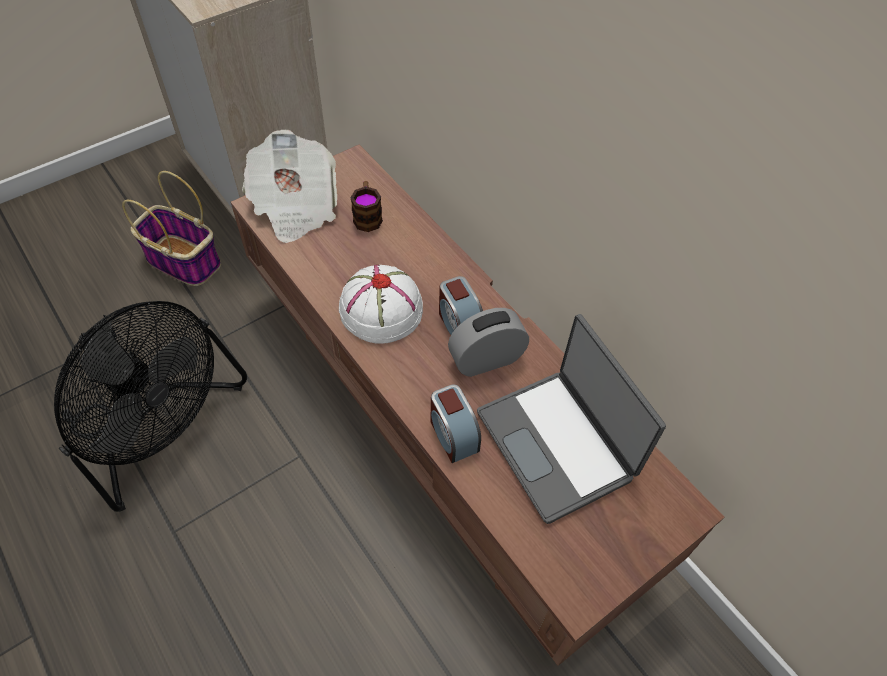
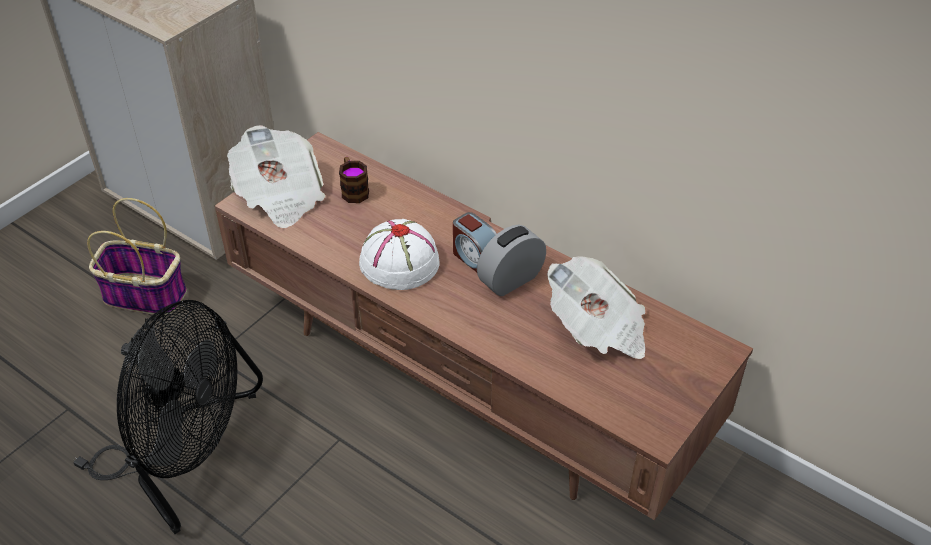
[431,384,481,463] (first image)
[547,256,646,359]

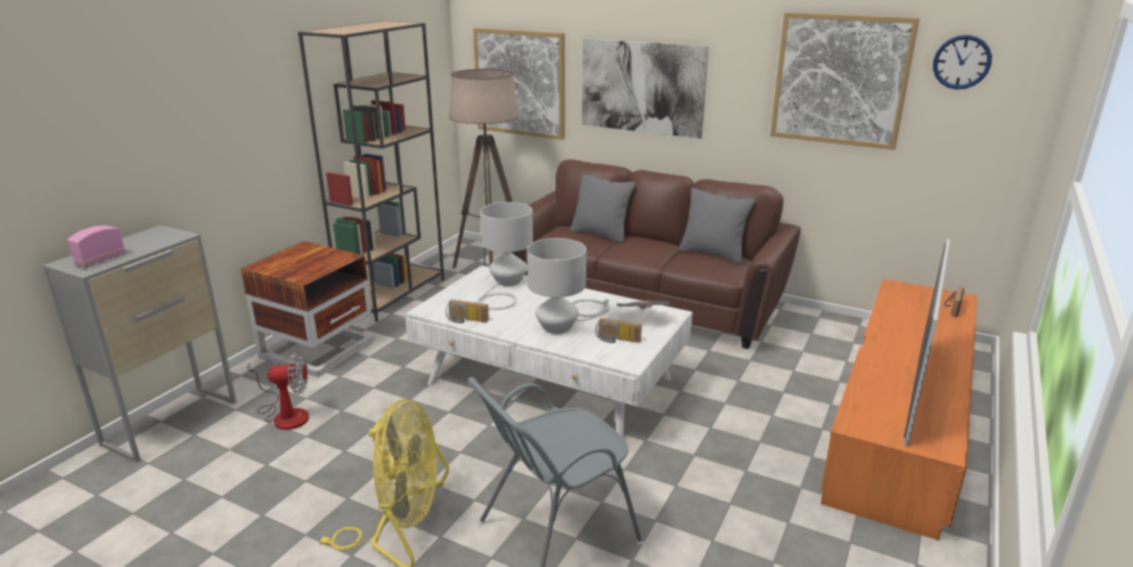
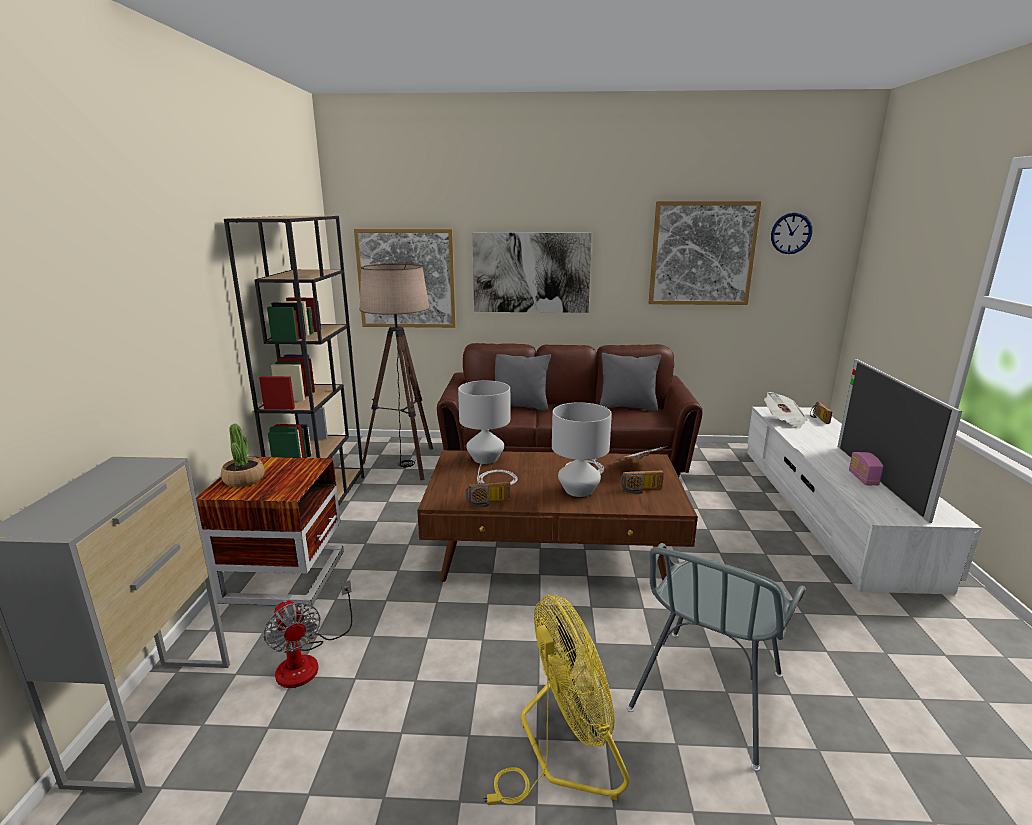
[849,452,883,486]
[264,580,352,688]
[417,450,698,582]
[747,407,982,595]
[221,424,265,487]
[764,392,807,429]

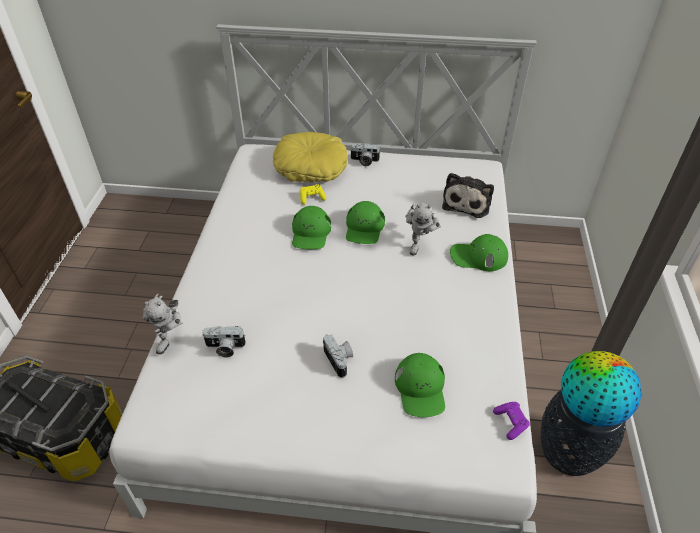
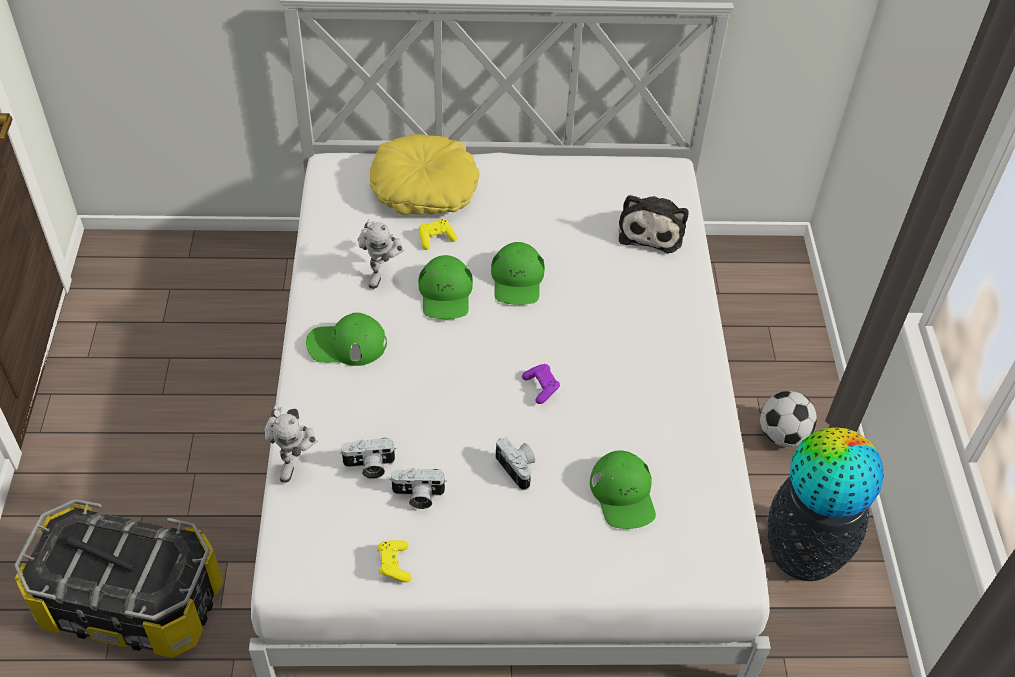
[389,468,446,509]
[358,219,404,289]
[306,313,387,366]
[522,364,560,404]
[377,540,412,583]
[760,391,817,447]

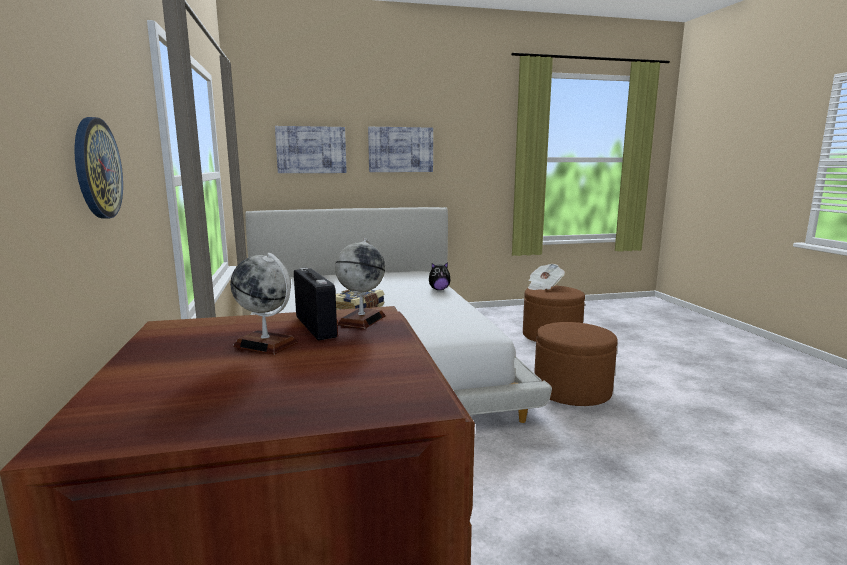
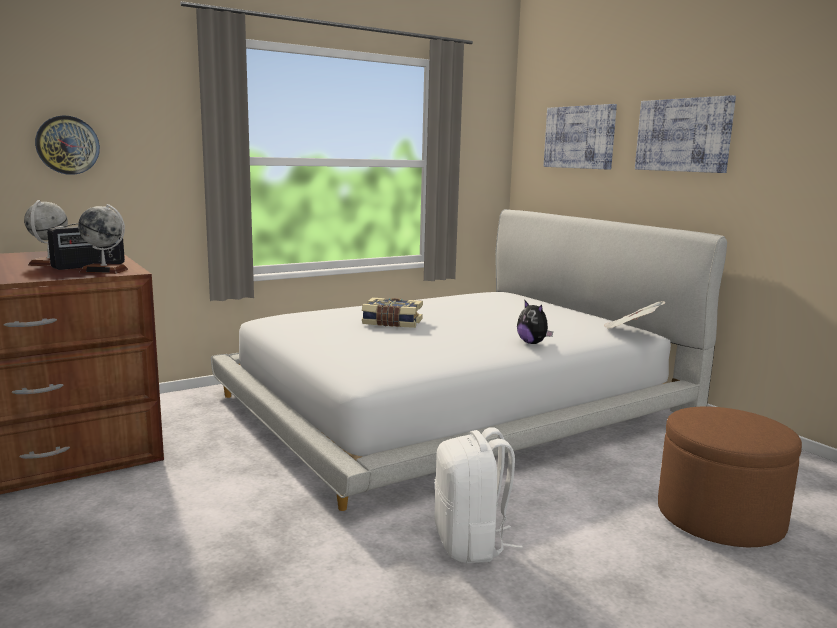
[604,301,665,329]
[434,427,523,564]

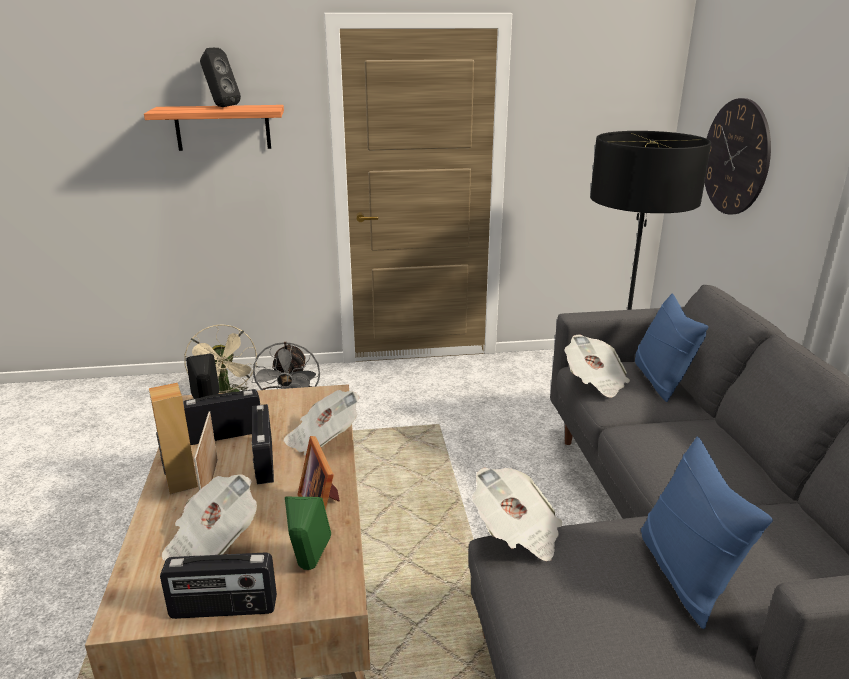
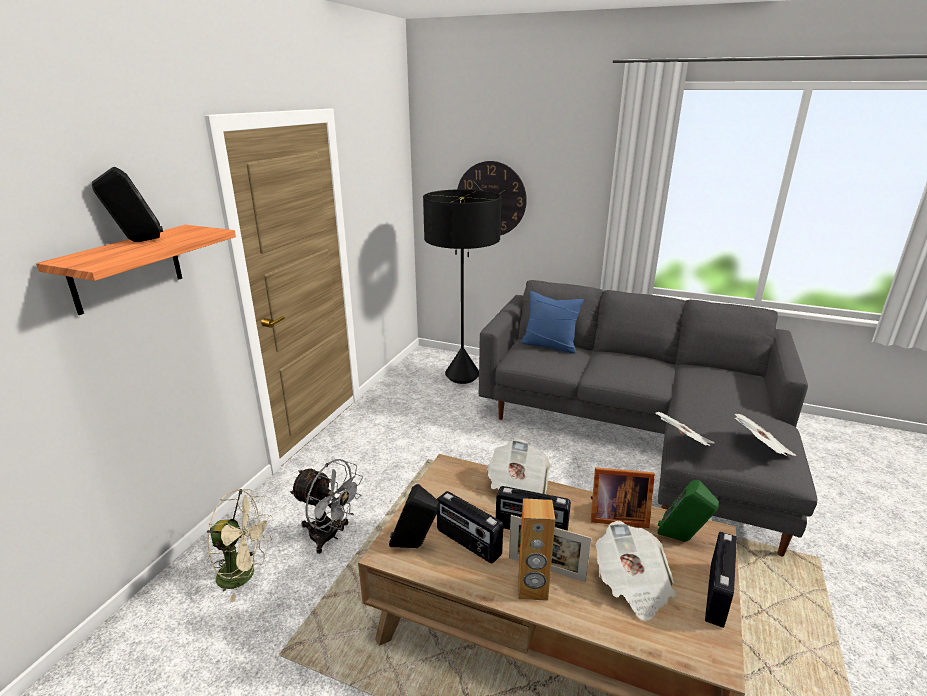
[437,491,503,564]
[734,414,796,456]
[641,437,773,629] (first image)

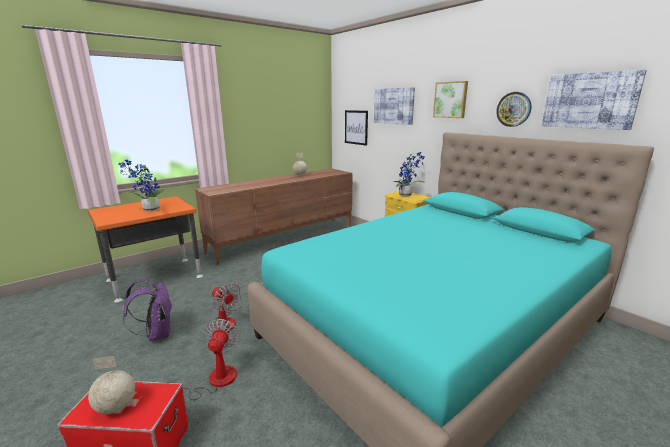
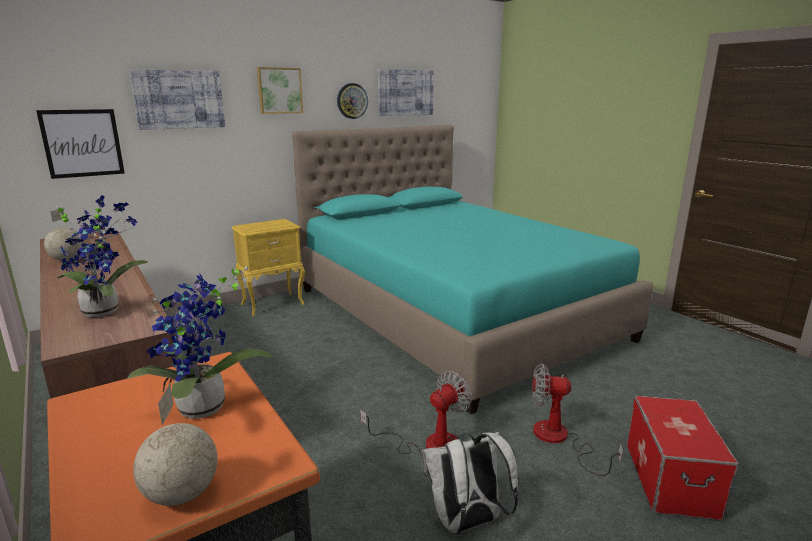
[133,384,218,506]
[421,432,518,535]
[56,195,148,317]

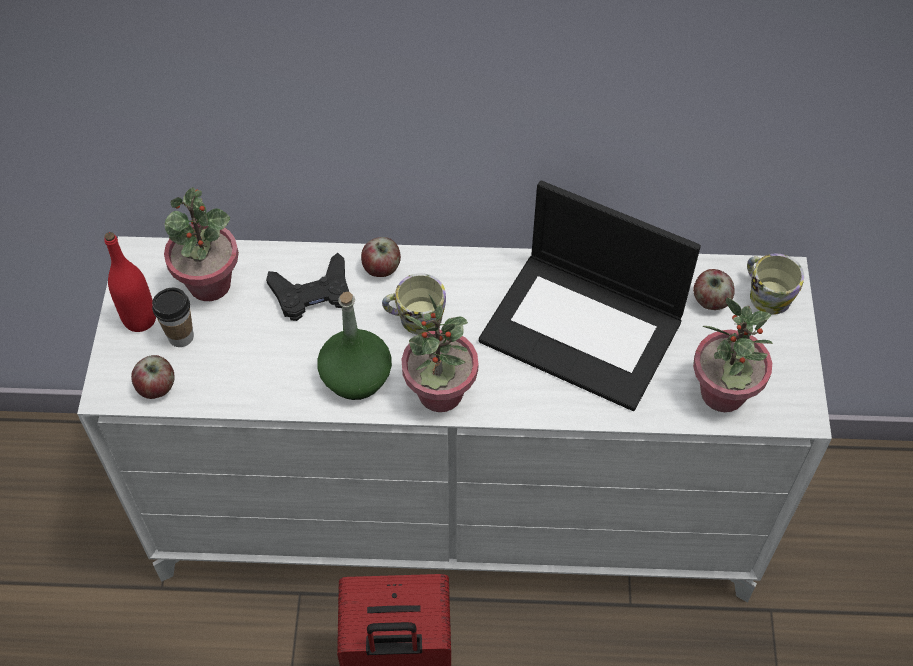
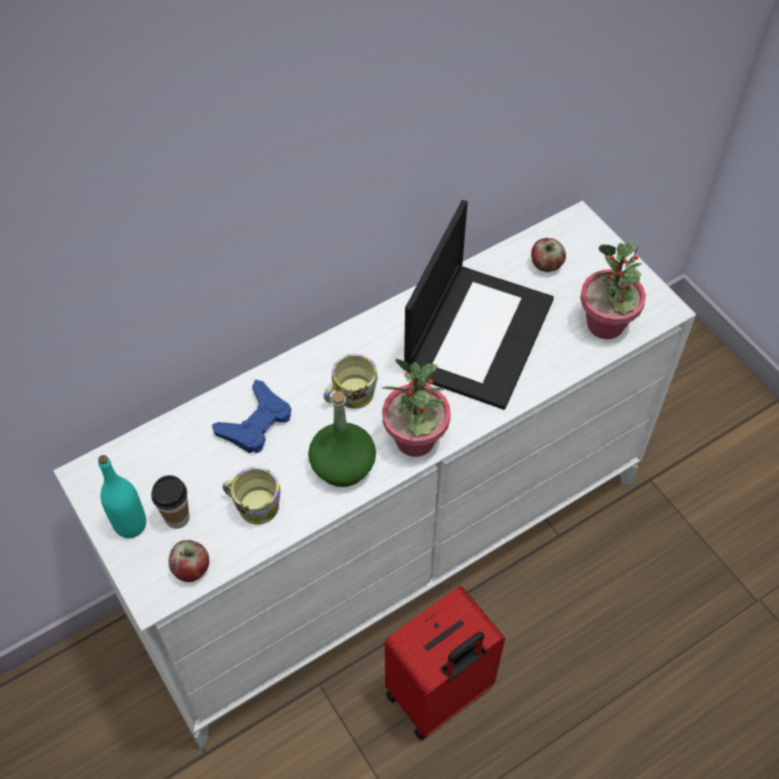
[98,455,146,538]
[164,187,239,301] (first image)
[212,380,291,453]
[361,237,401,277] (first image)
[404,200,554,410]
[222,467,280,525]

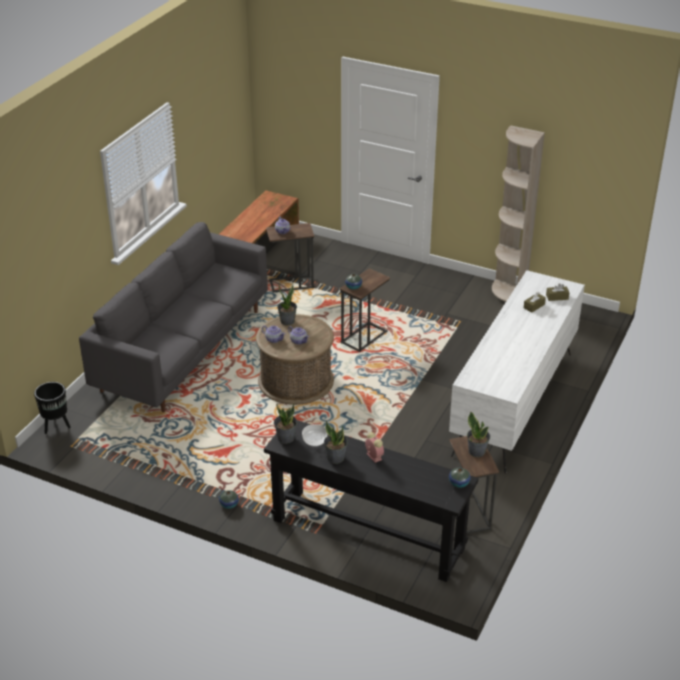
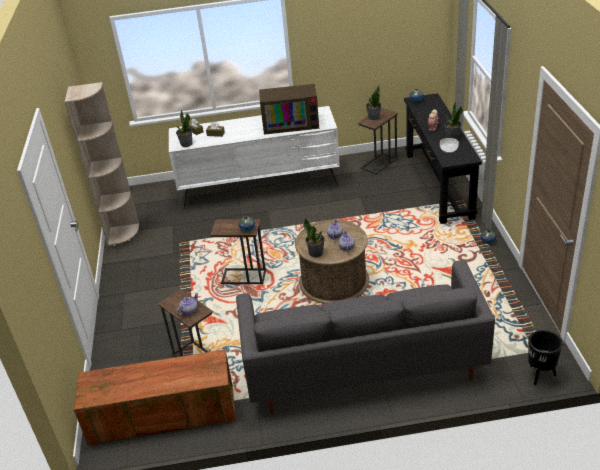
[176,110,193,147]
[259,84,319,135]

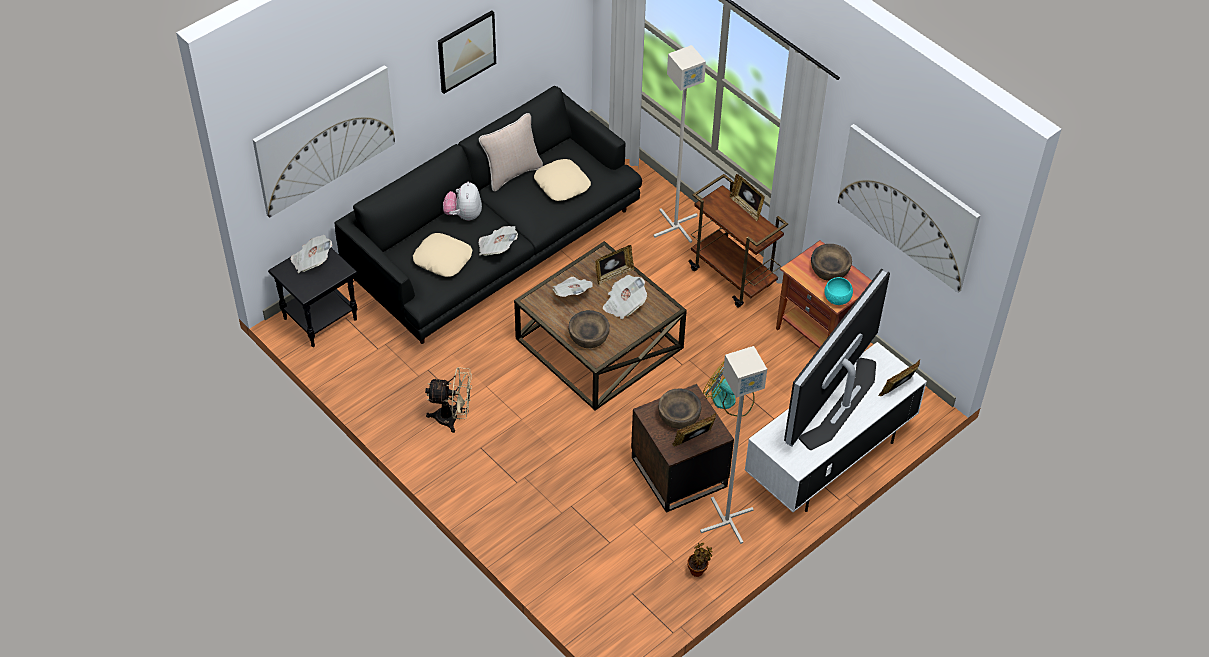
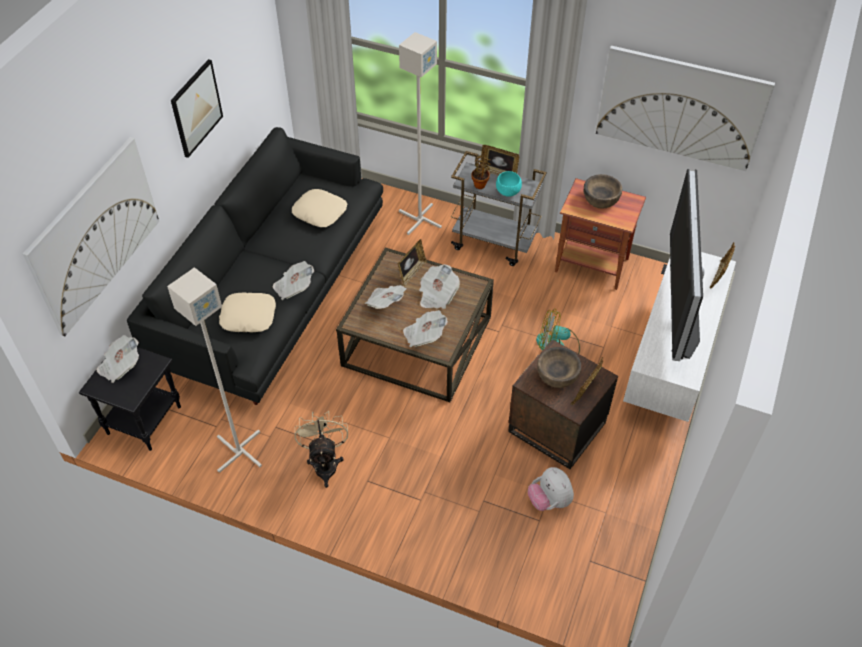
[295,411,348,488]
[528,467,574,511]
[479,113,543,191] (first image)
[403,310,448,347]
[471,156,491,189]
[451,151,547,266]
[167,267,262,473]
[496,171,522,197]

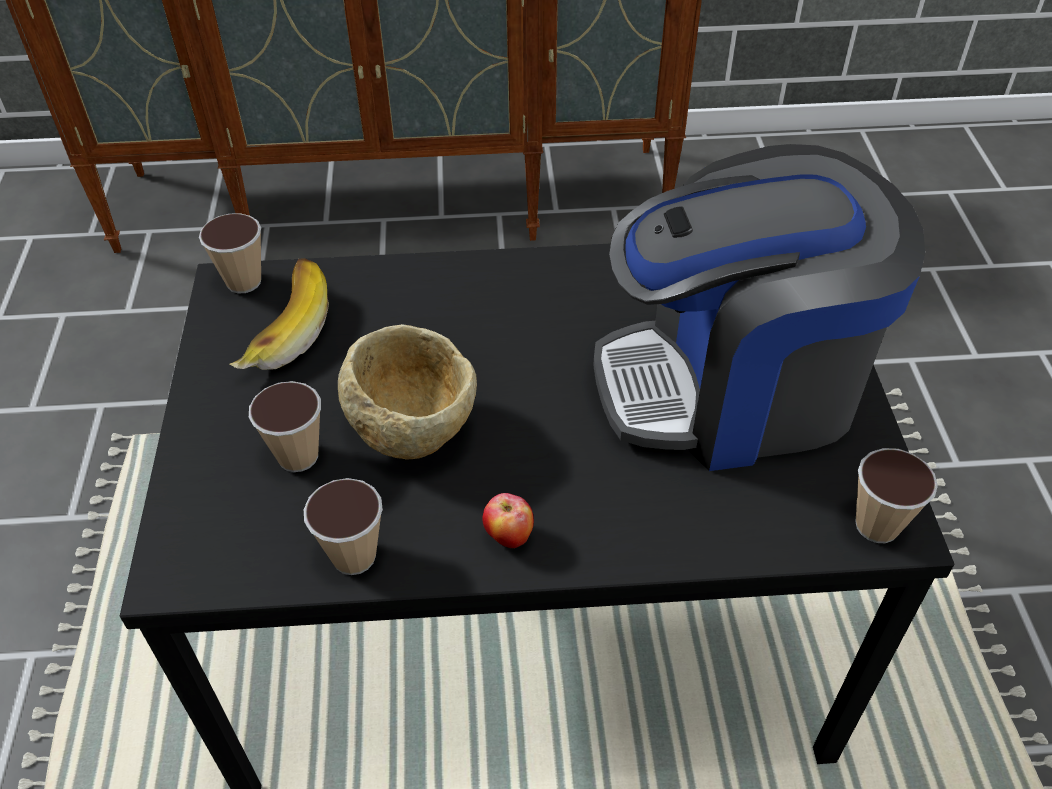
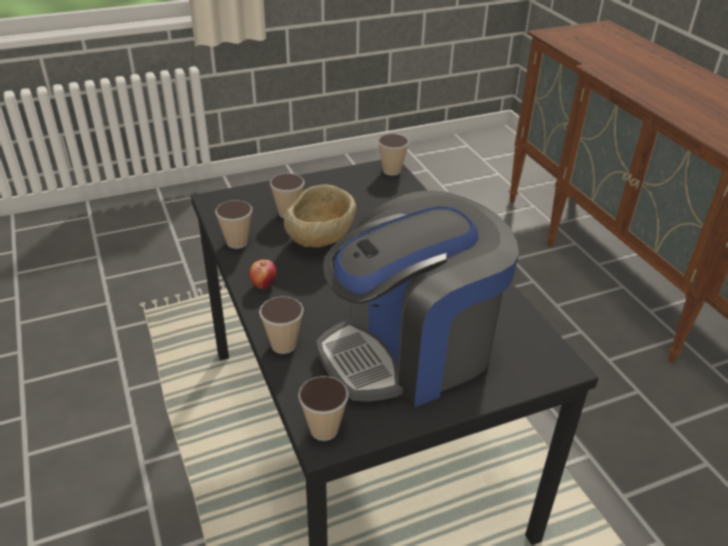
[229,258,329,370] (first image)
[316,190,519,407]
[259,296,304,354]

